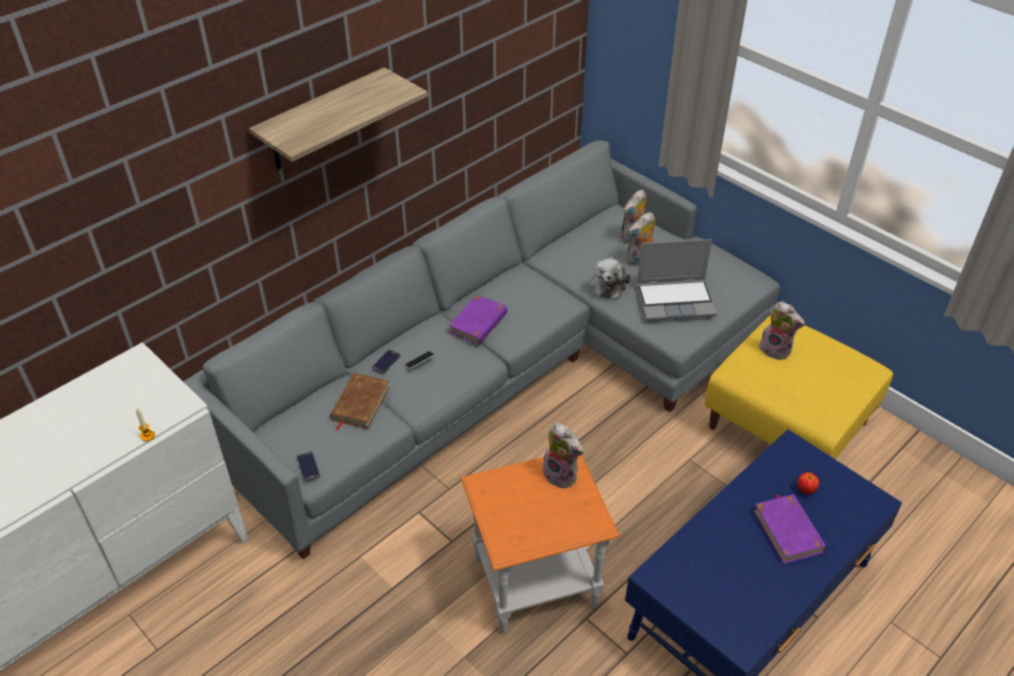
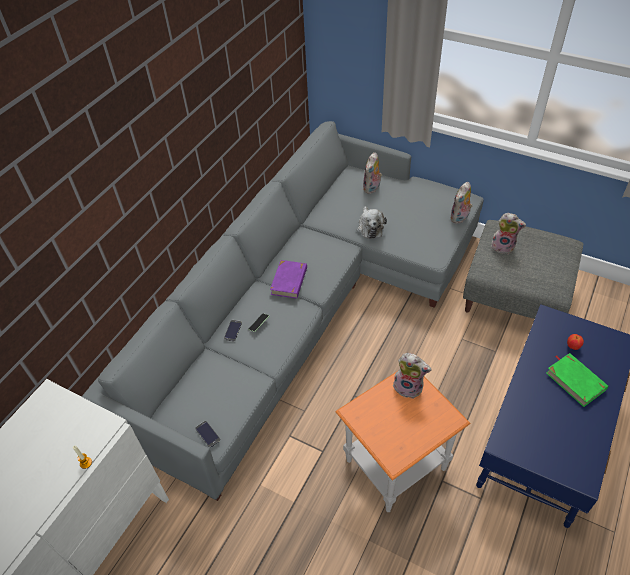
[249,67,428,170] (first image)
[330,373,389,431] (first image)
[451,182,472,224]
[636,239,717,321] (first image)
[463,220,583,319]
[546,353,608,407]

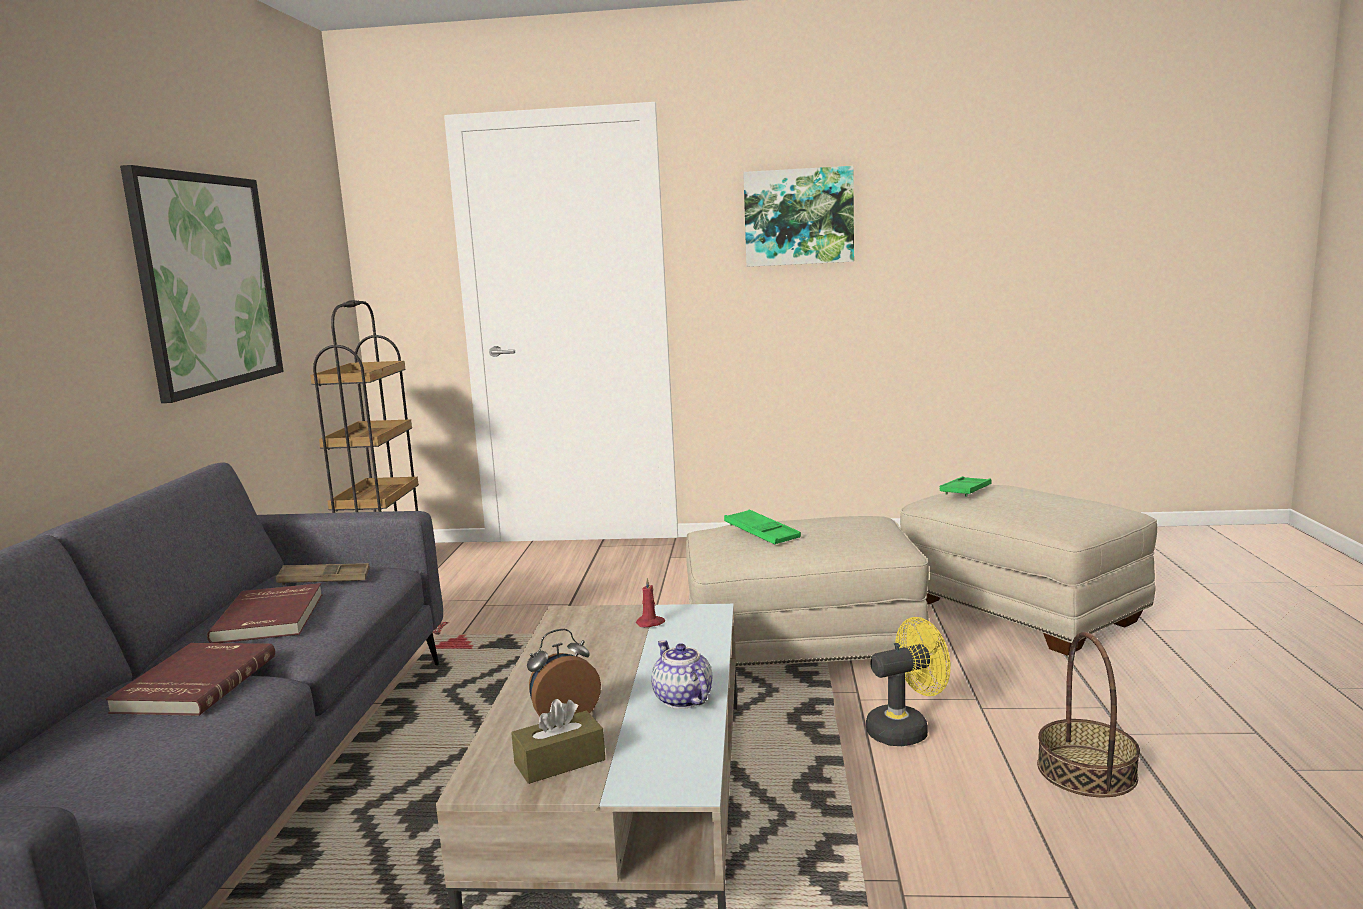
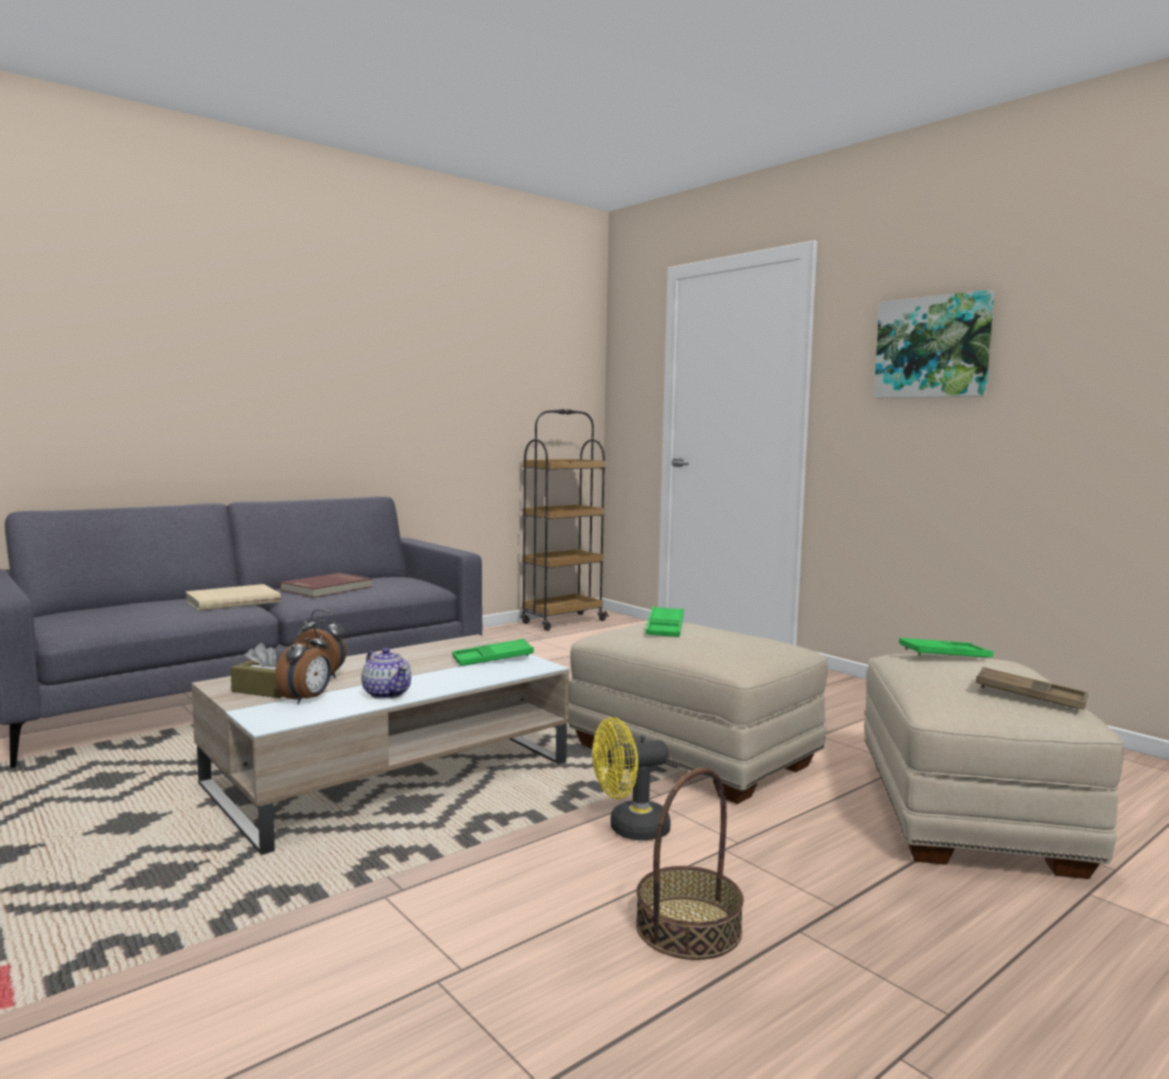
[185,584,281,611]
[120,165,284,403] (first image)
[976,667,1088,710]
[452,639,534,666]
[361,648,411,699]
[592,717,671,841]
[275,626,331,704]

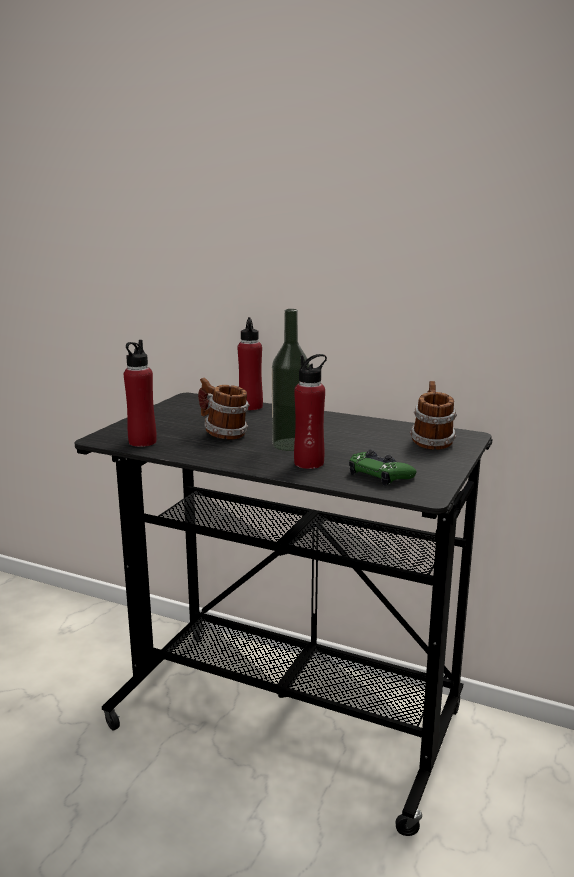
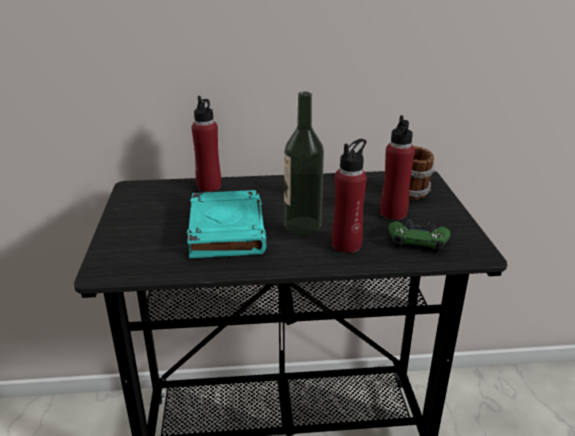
[380,115,415,220]
[187,190,266,258]

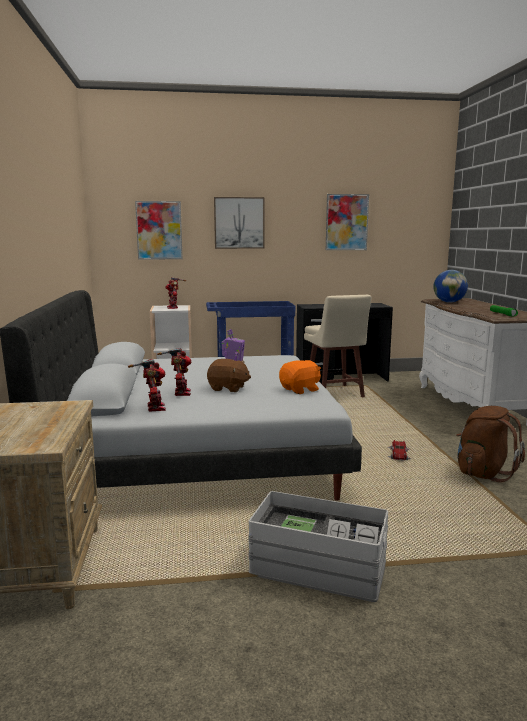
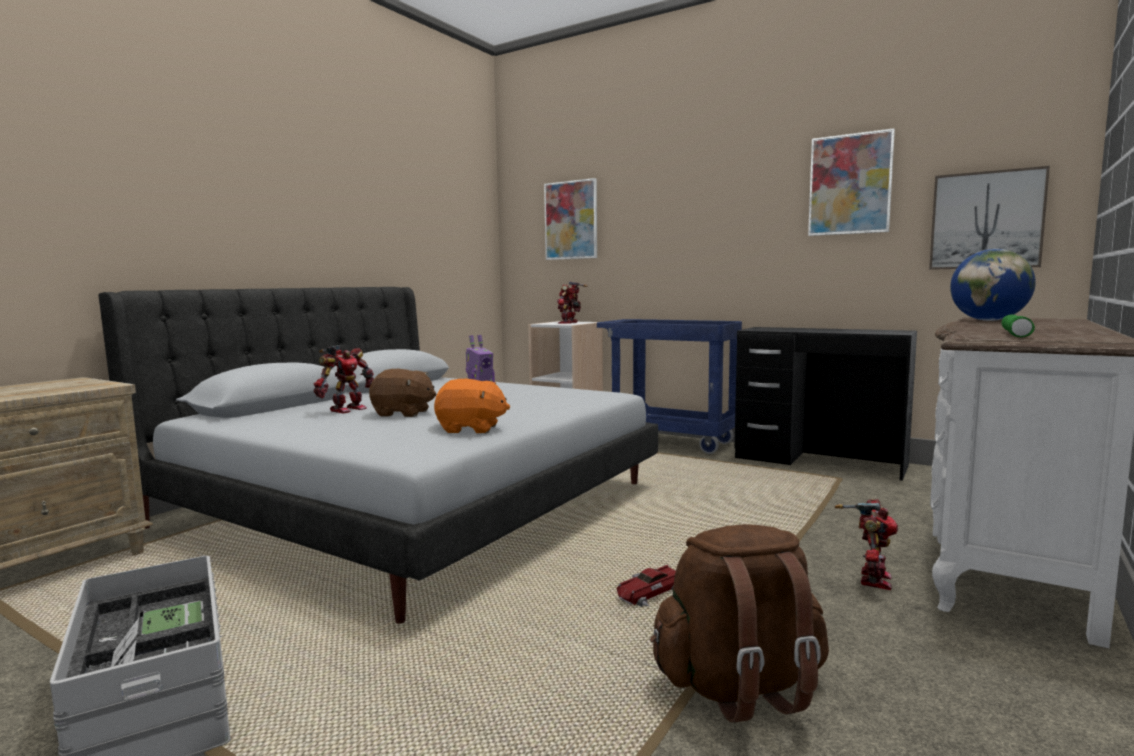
[835,499,898,590]
[369,369,436,417]
[929,166,1050,270]
[304,295,371,397] (first image)

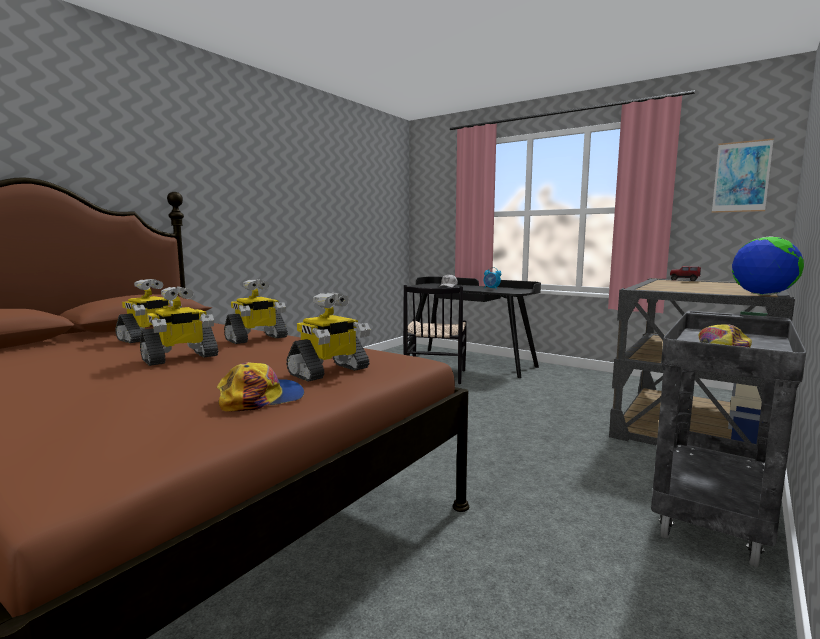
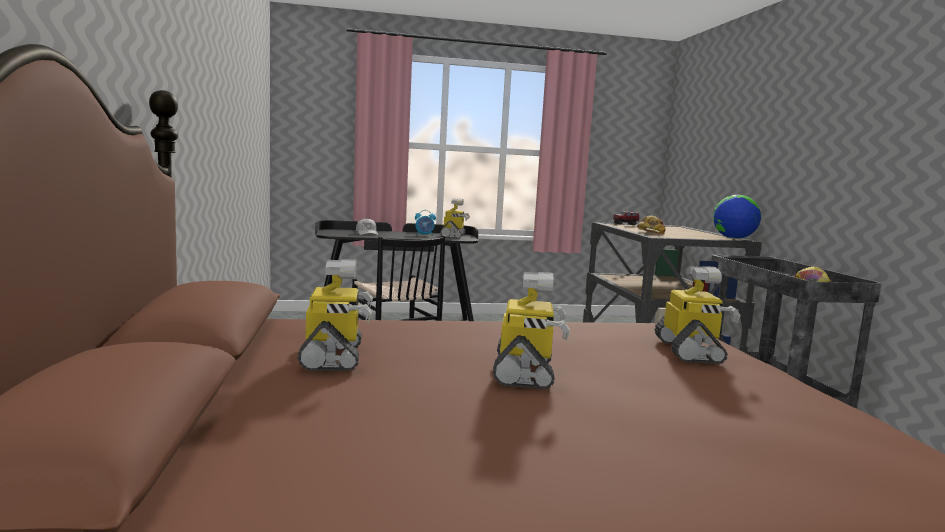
[637,216,666,234]
[440,199,470,238]
[712,139,774,213] (first image)

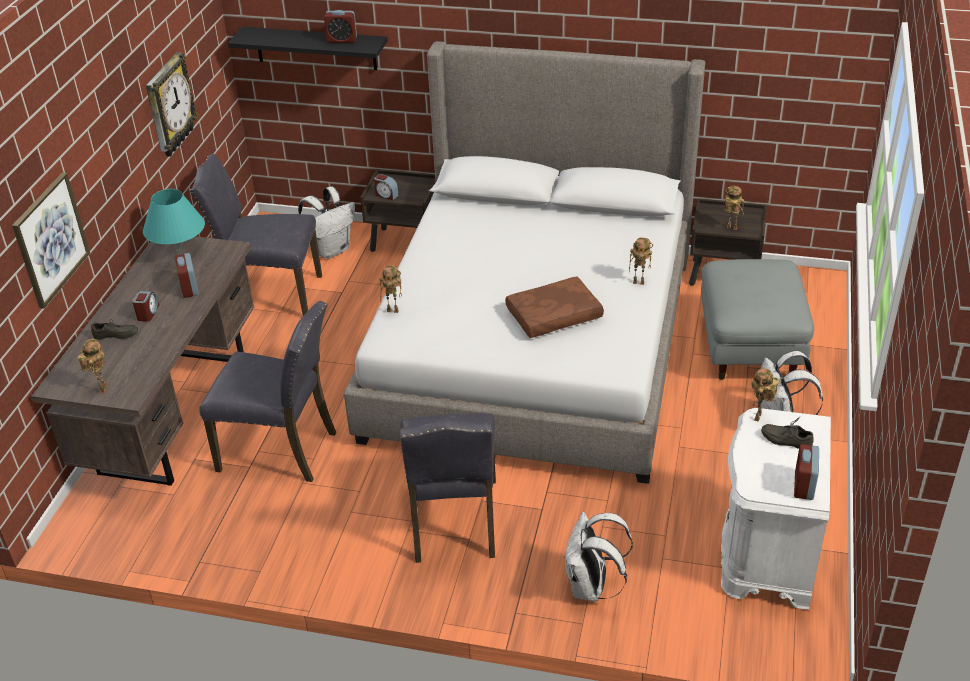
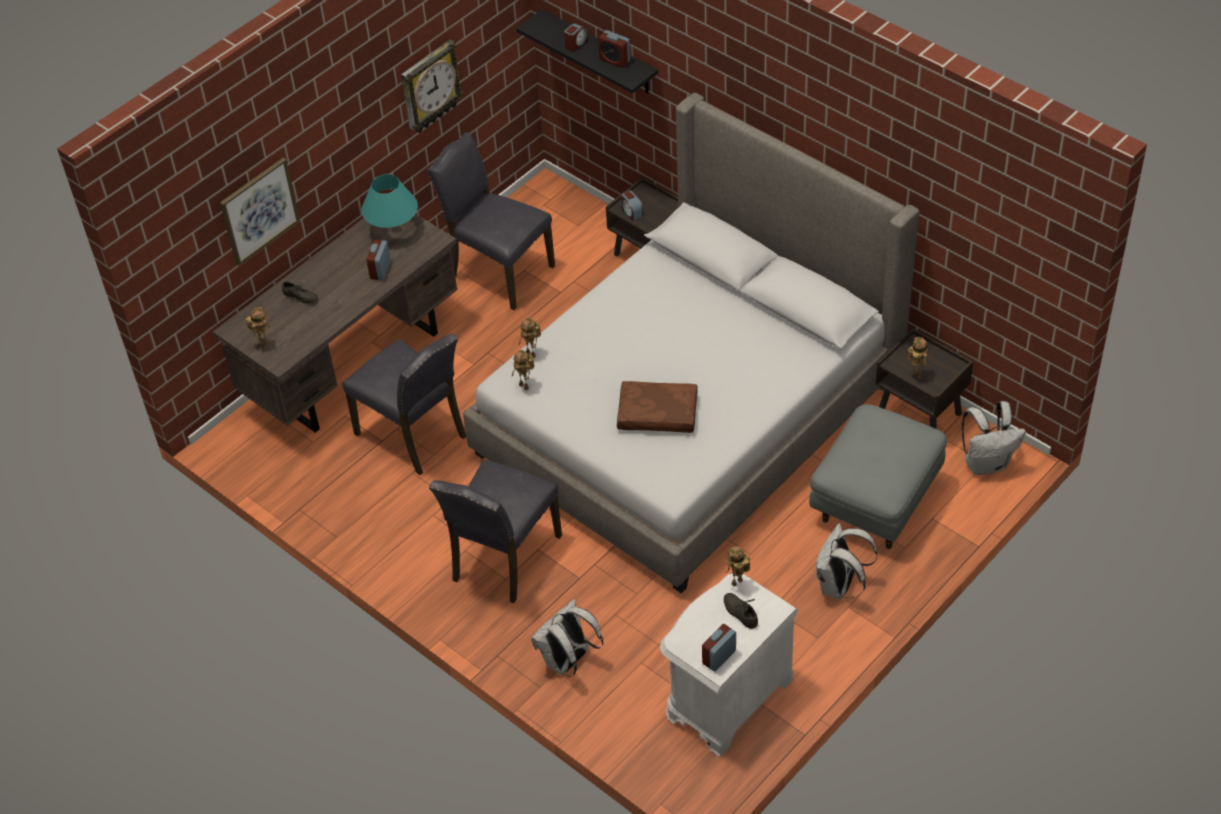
[564,23,588,51]
[962,401,1026,475]
[511,350,534,391]

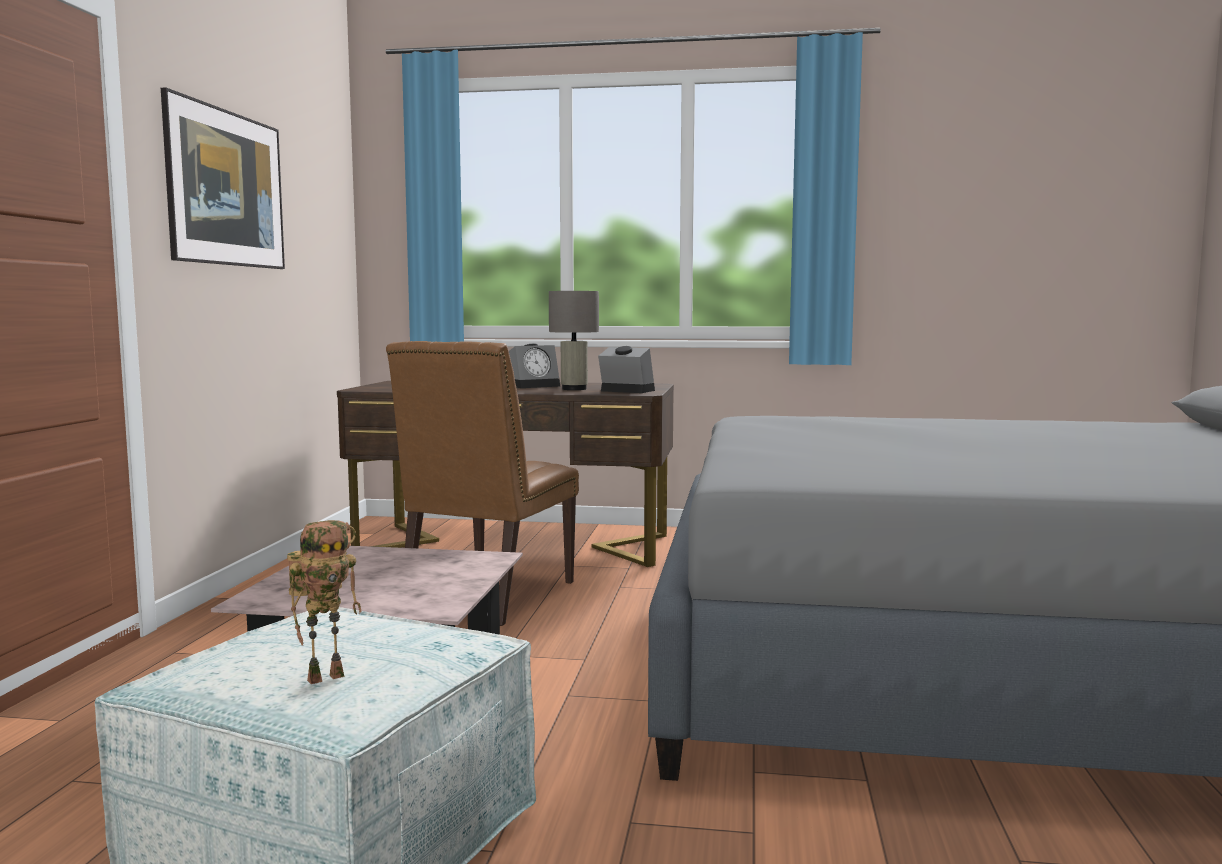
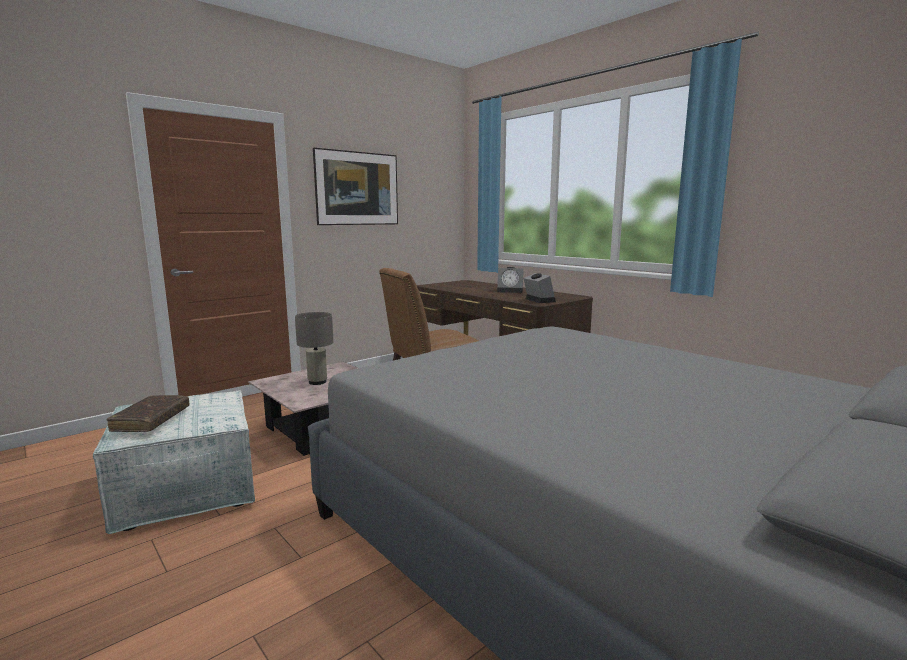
[106,395,189,432]
[295,312,333,385]

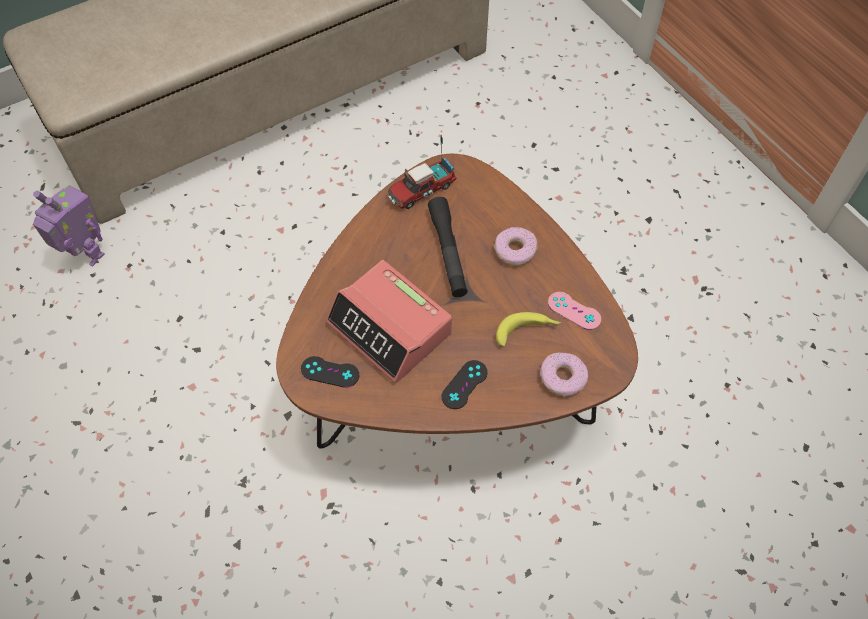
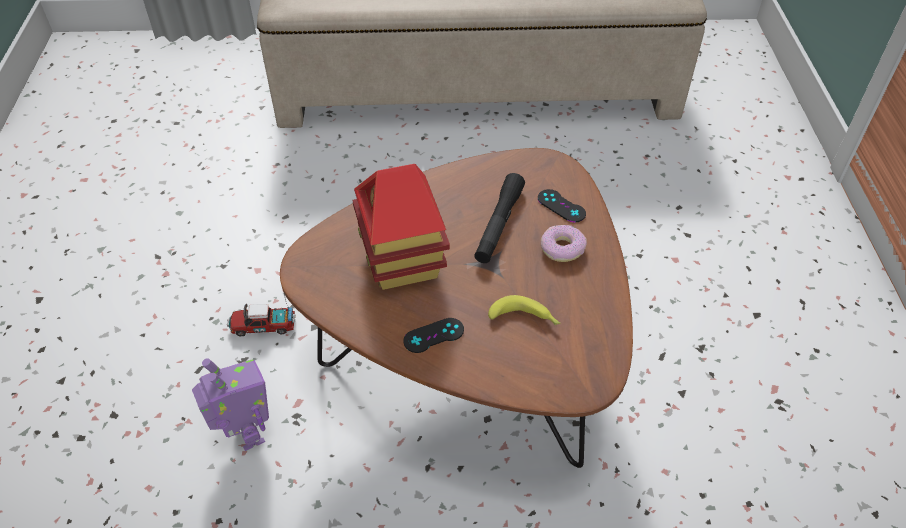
[192,358,269,451]
[538,189,586,223]
[352,164,450,290]
[227,294,296,337]
[540,353,588,397] (first image)
[548,292,601,330] (first image)

